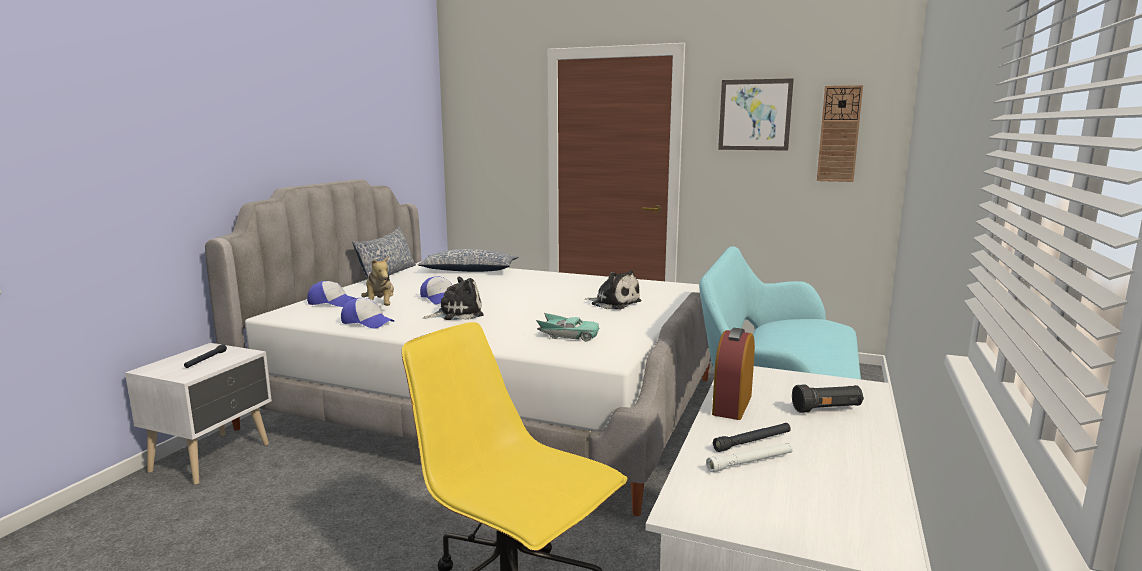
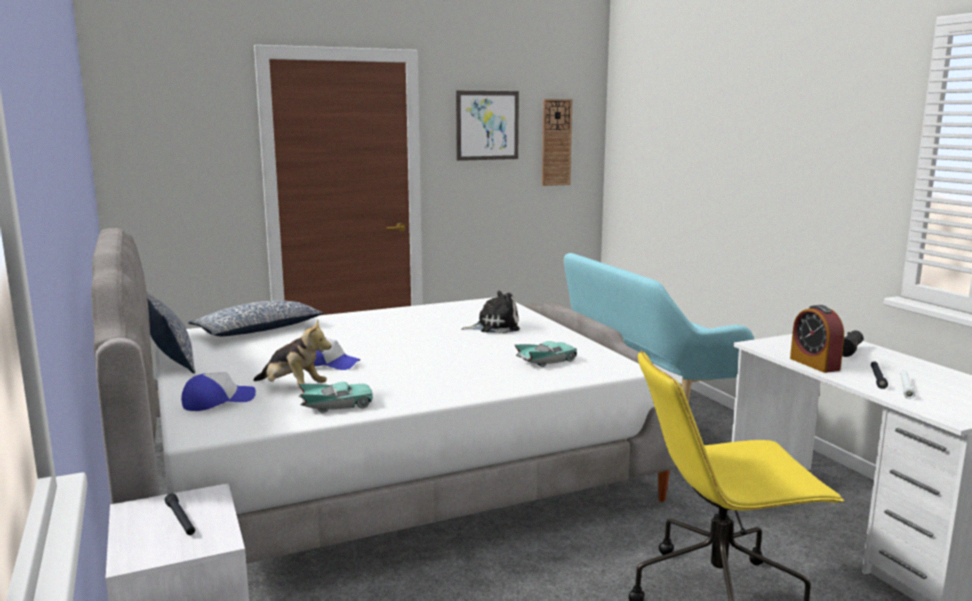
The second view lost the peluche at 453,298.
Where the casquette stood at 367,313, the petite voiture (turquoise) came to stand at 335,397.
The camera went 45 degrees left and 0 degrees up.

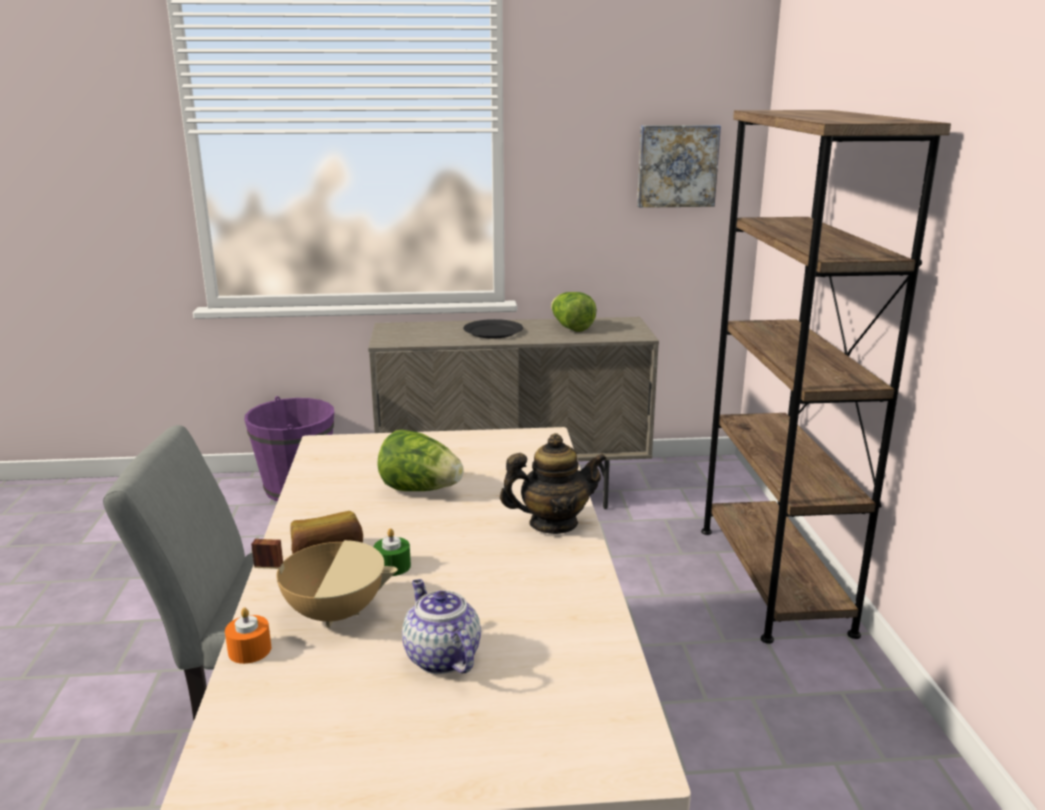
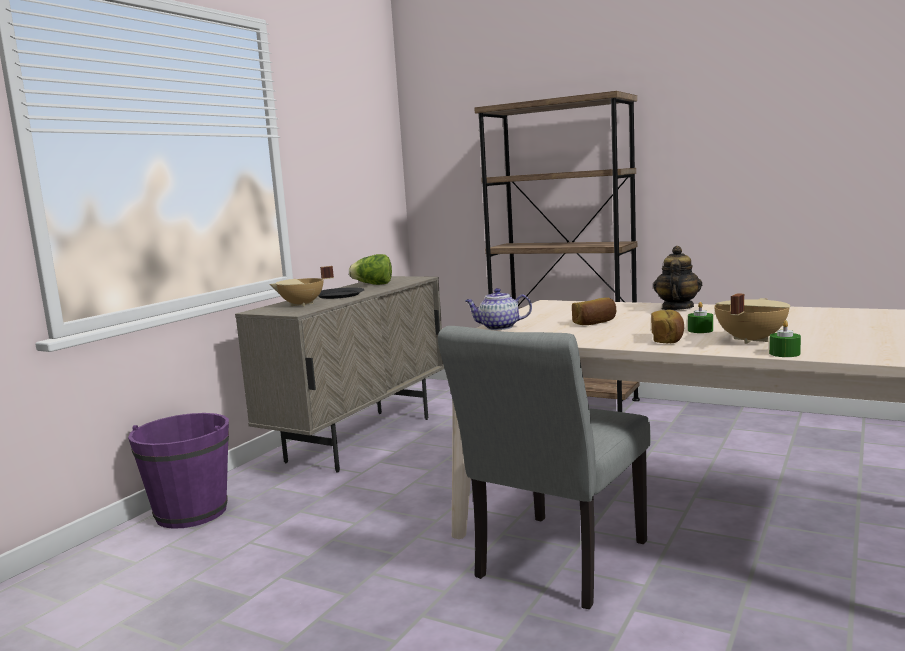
The second view lost the tableau at 679,166.
Where the laitue stood at 420,460, the pain came to stand at 594,311.
The théière ended up elsewhere, having gone from 441,626 to 498,309.
What was the bougie (orange) at 248,636 turned into the bougie (vert) at 785,338.
The second view gained the marmite (beige) at 301,286.
The camera went 55 degrees left and 10 degrees down.

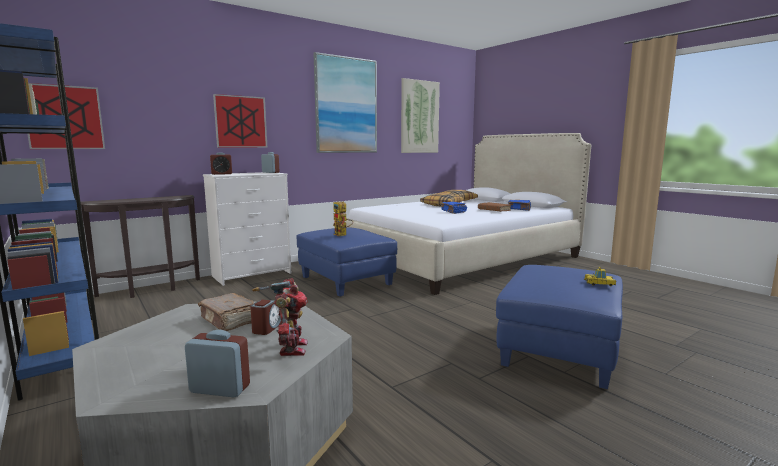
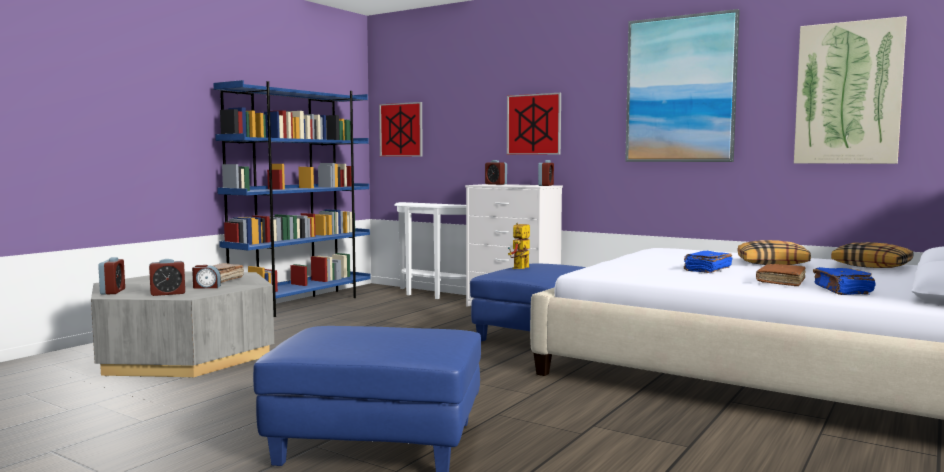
What was the table console (marron) at 140,246 turned into the table console (blanc) at 430,250.
The second view lost the petite voiture at 600,276.
Where the robot jouet stood at 280,317, the réveil came to stand at 167,277.
The camera went 70 degrees right and 5 degrees down.

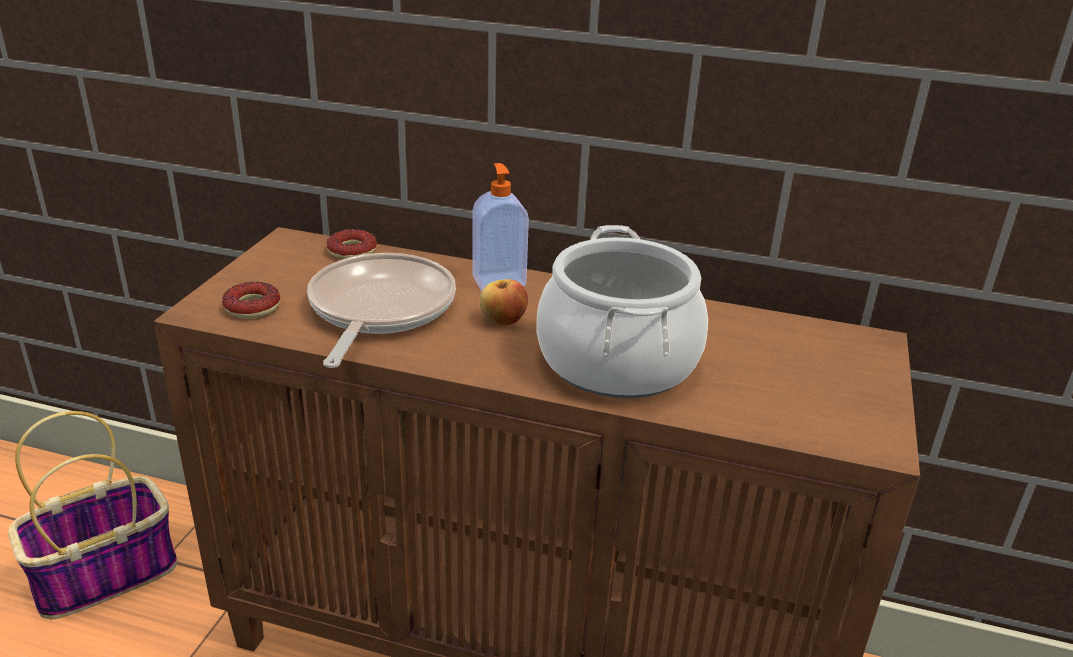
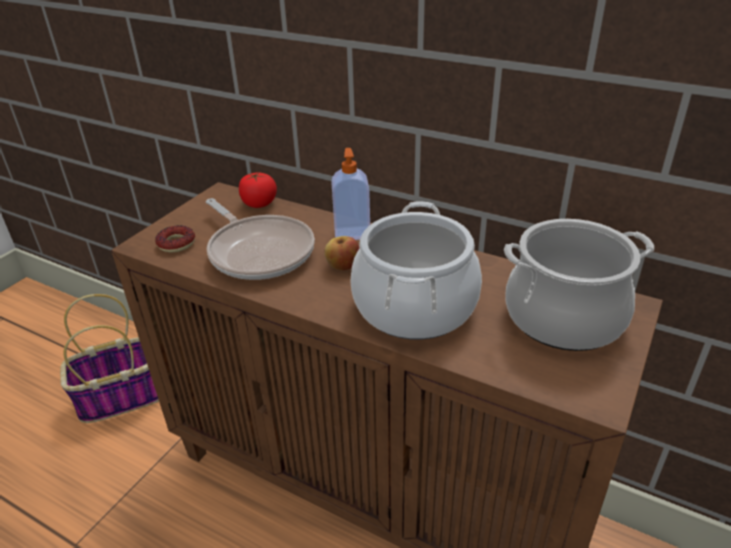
Where the beignet stood at 352,244, the tomate came to stand at 258,190.
The poêle at 381,310 ended up facing another way, 120 degrees clockwise from before.
The second view gained the marmite at 579,285.
The camera went 15 degrees right and 5 degrees up.

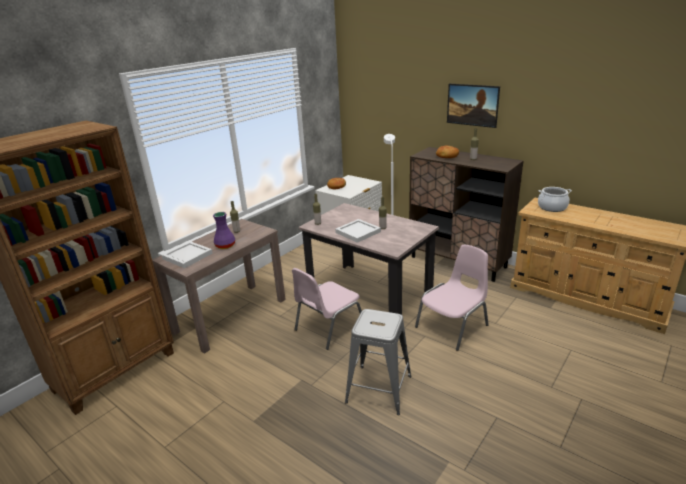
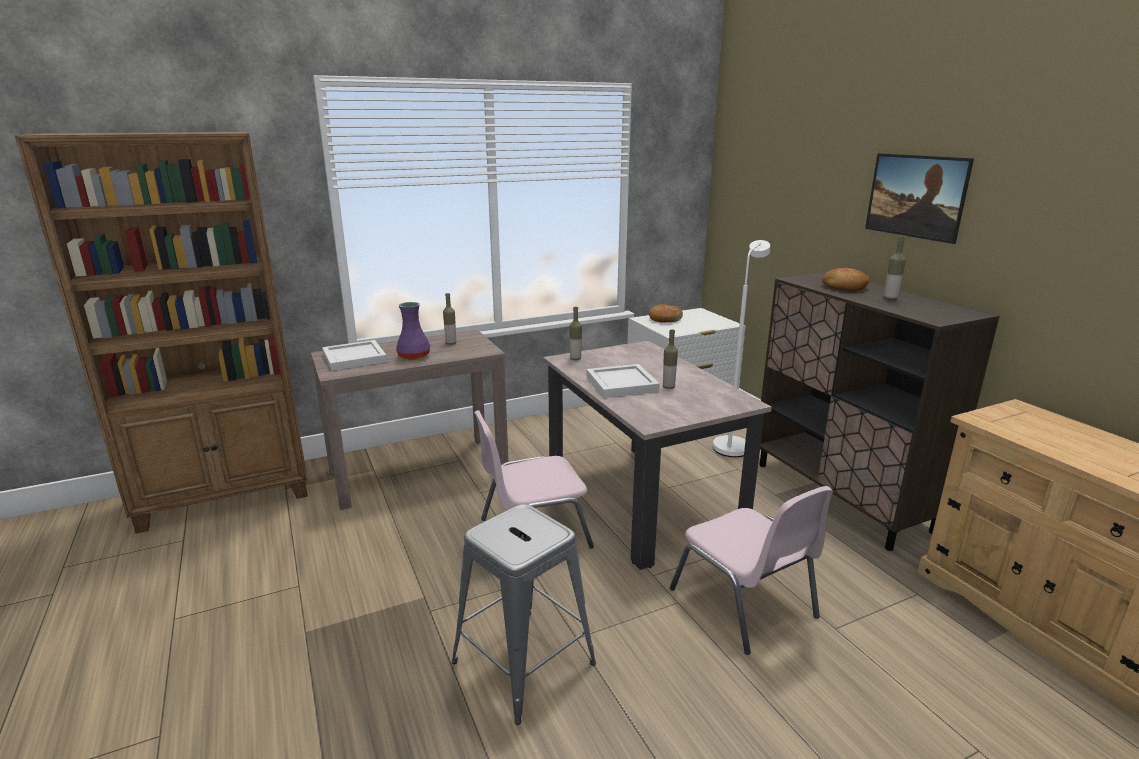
The second view lost the marmite at 555,199.
The chaise (rose) at 452,298 ended up facing another way, 75 degrees clockwise from before.
The camera went 25 degrees right and 5 degrees down.

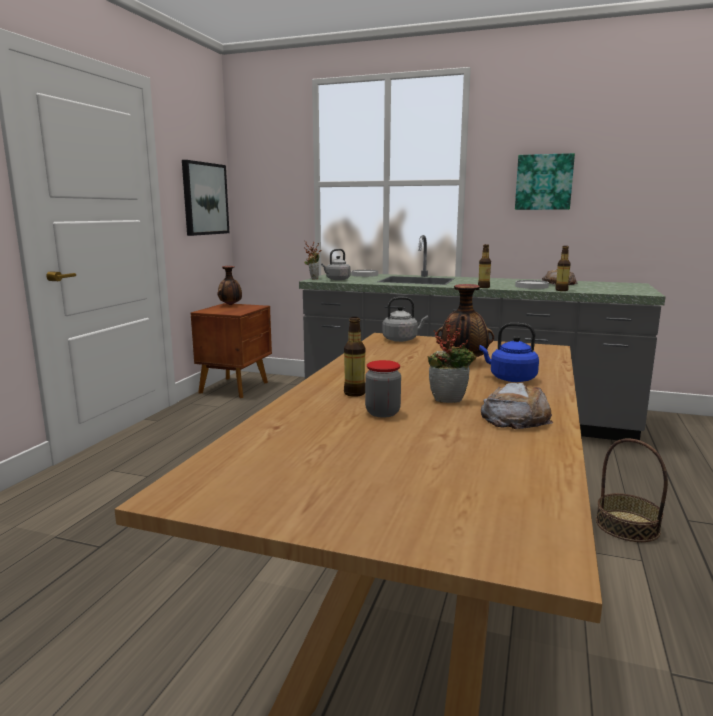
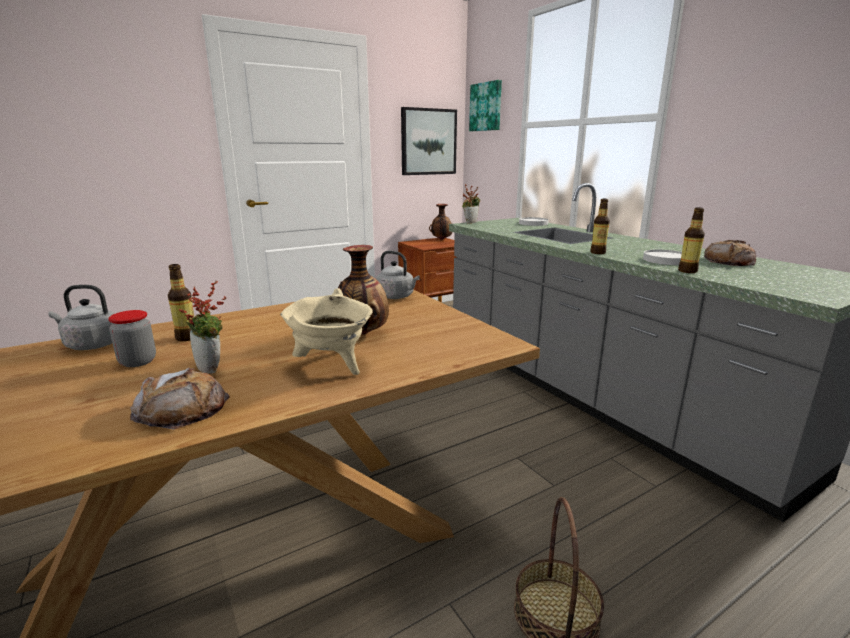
The tableau ended up elsewhere, having gone from 545,181 to 485,105.
The bouilloire (gris) ended up elsewhere, having gone from 336,264 to 81,317.
Where the bouilloire (bleu) stood at 509,352, the marmite (beige) came to stand at 326,331.
The camera went 40 degrees right and 5 degrees up.

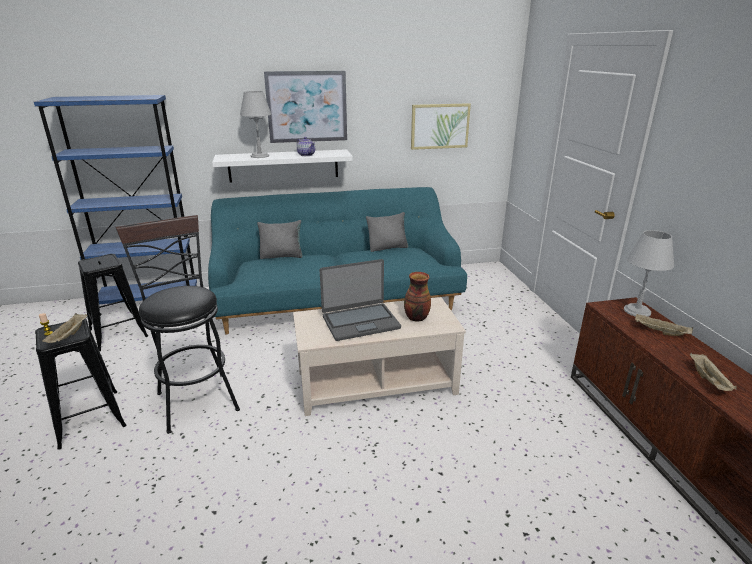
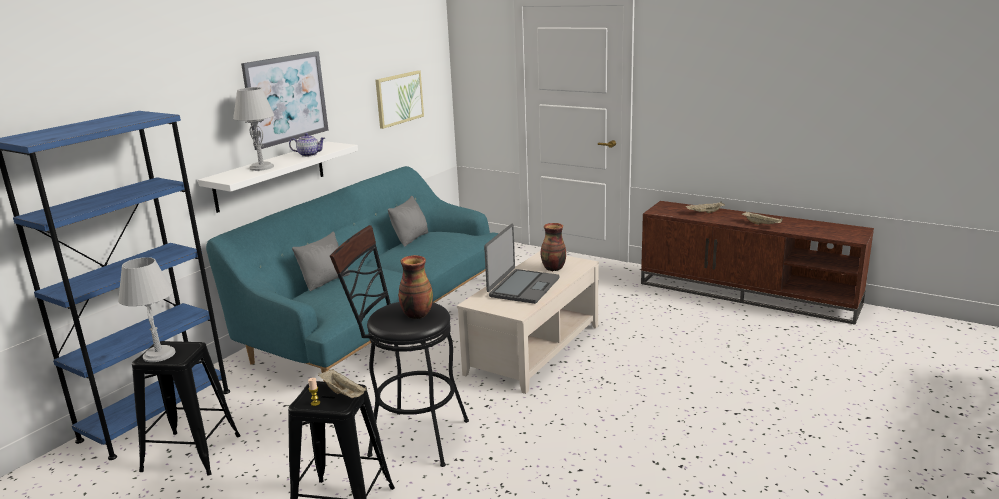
The lampe de table (gris) ended up elsewhere, having gone from 649,273 to 146,309.
The second view gained the vase at 416,287.
The camera went 45 degrees left and 5 degrees down.

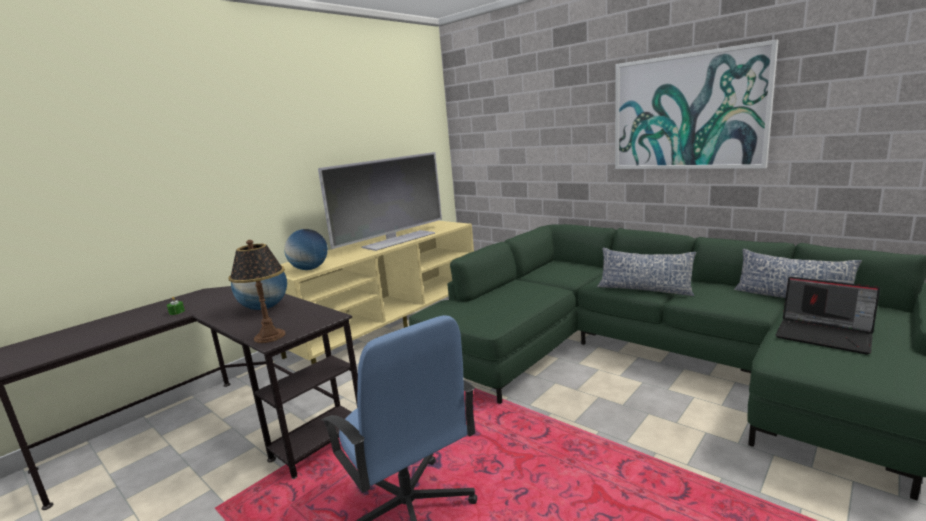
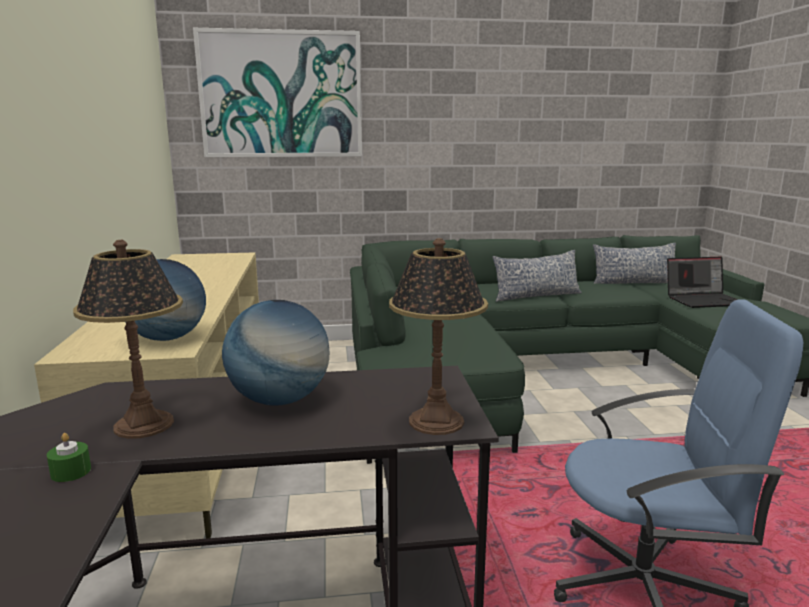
The tableau ended up elsewhere, having gone from 696,104 to 277,92.
The second view lost the téléviseur at 380,201.
The second view gained the lampe de table at 128,339.
The camera went 50 degrees left and 0 degrees up.

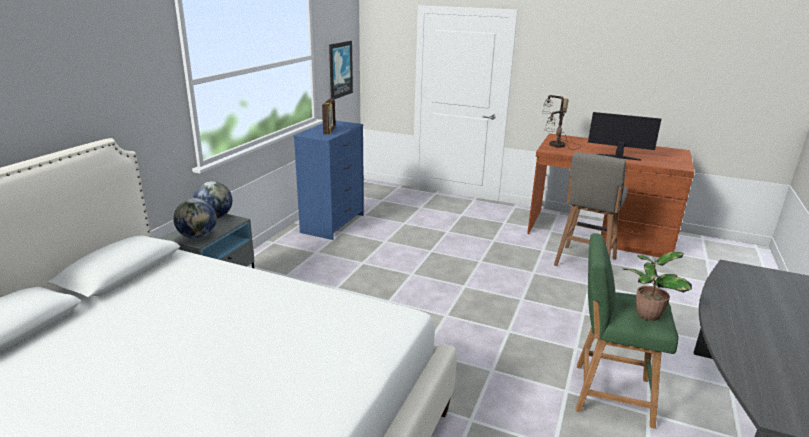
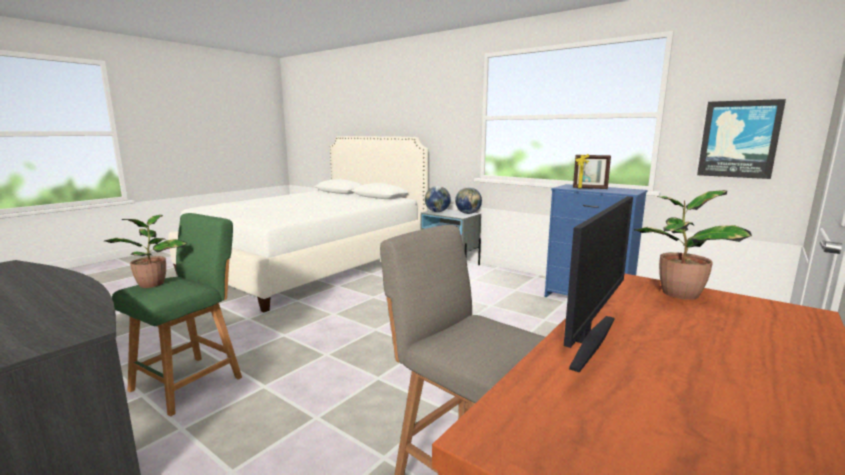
Where the lampe de table stood at 562,122, the plante en pot came to stand at 693,245.
The camera went 105 degrees right and 10 degrees down.

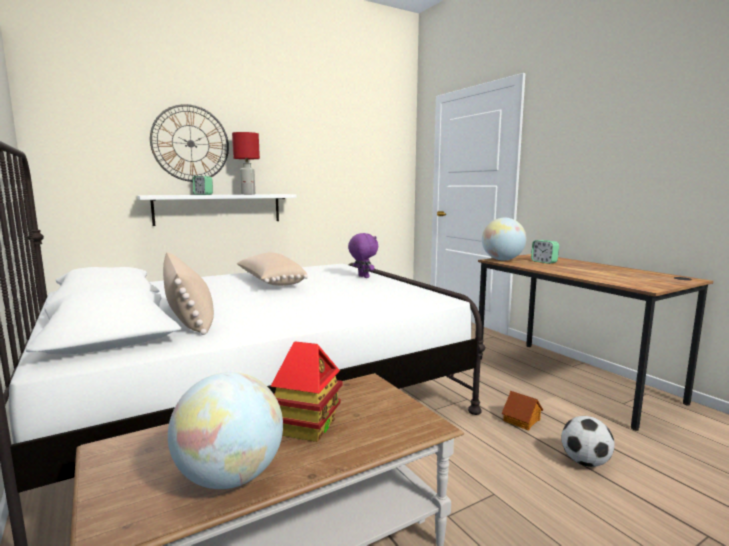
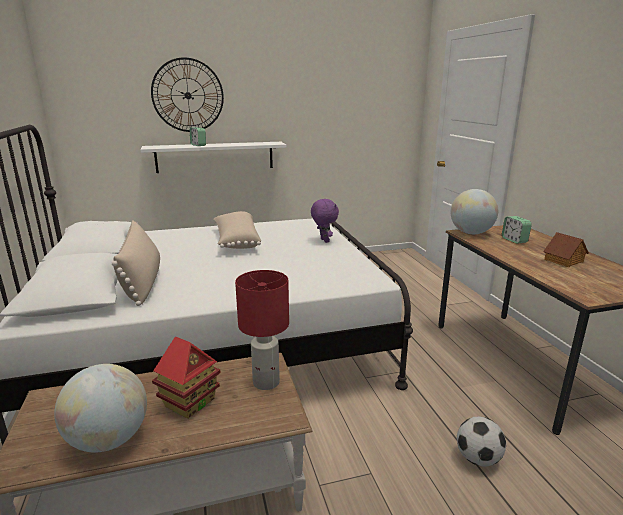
The lampe de table (rouge) ended up elsewhere, having gone from 246,163 to 262,330.
The maison miniature ended up elsewhere, having gone from 522,410 to 566,249.
The camera went 15 degrees right and 10 degrees up.

